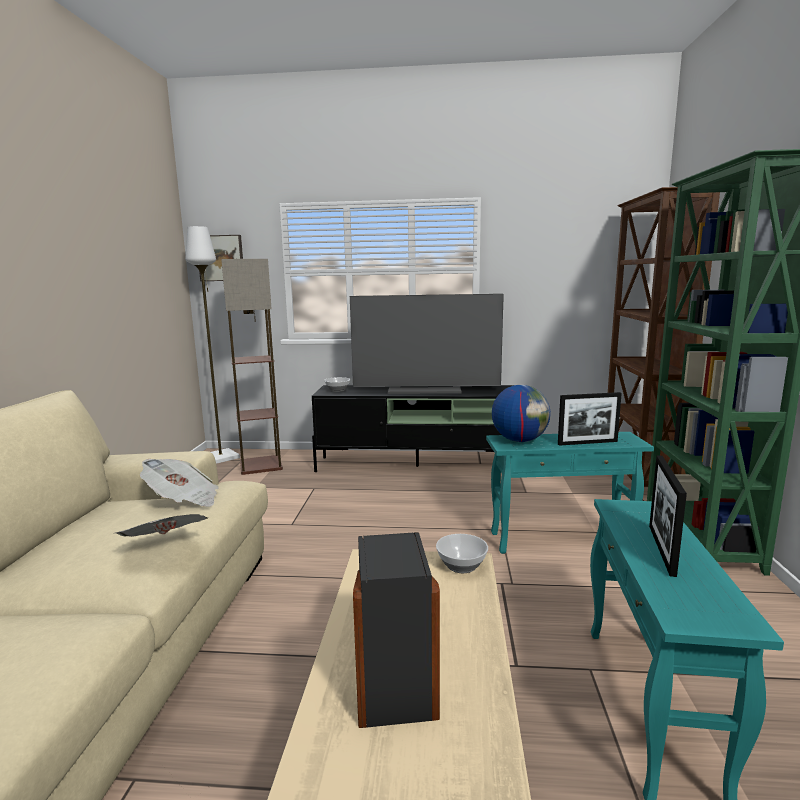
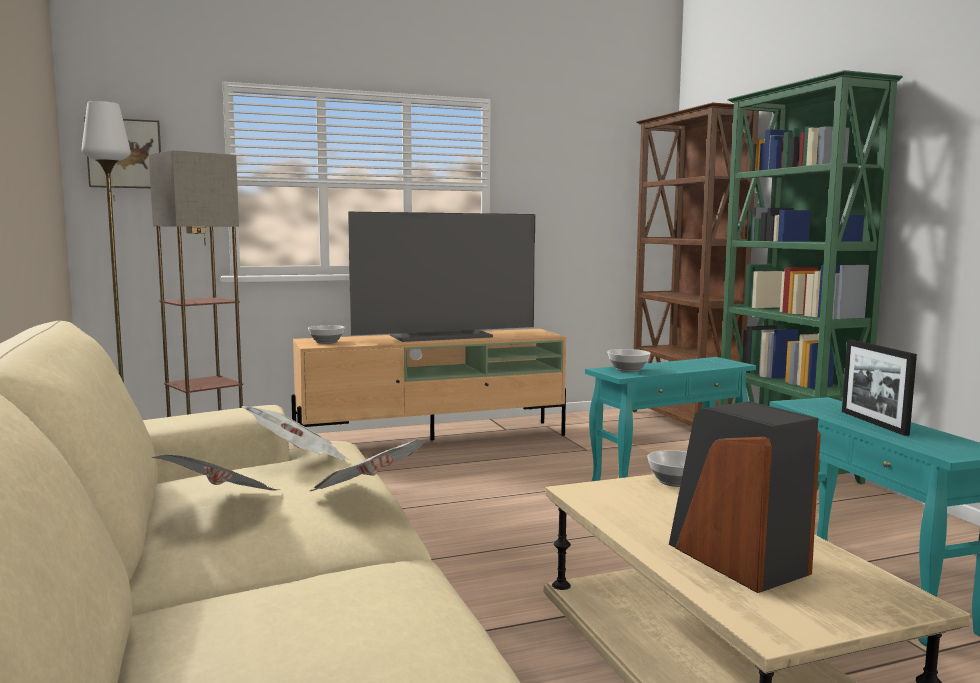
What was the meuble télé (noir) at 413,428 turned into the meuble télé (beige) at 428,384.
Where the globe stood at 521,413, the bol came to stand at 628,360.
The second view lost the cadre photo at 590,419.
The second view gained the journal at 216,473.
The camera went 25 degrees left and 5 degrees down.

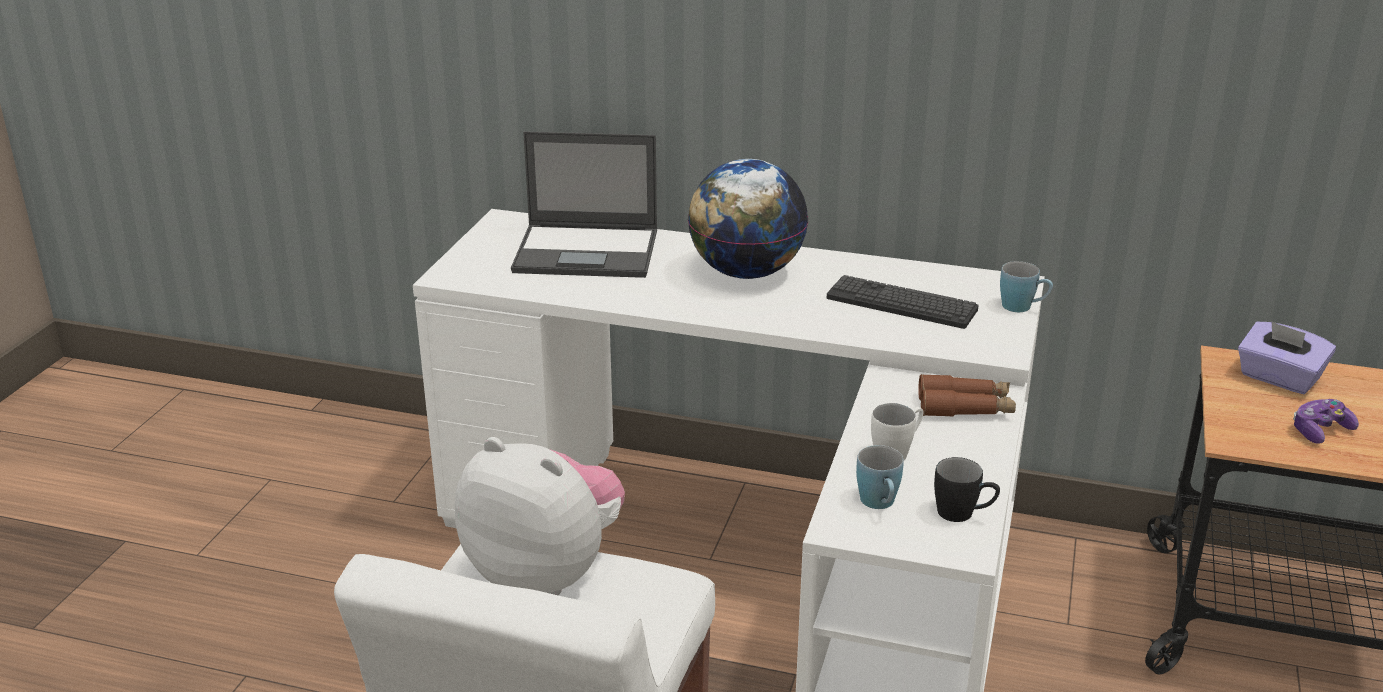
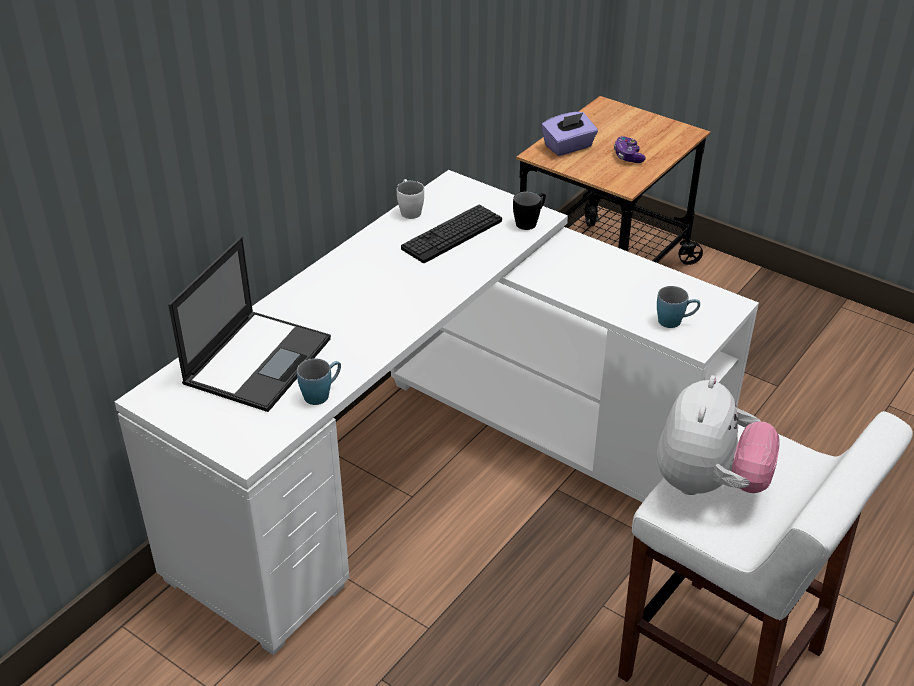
The second view lost the globe at 748,219.
The mug (bleu) ended up elsewhere, having gone from 1026,286 to 319,381.
The second view lost the jumelles (marron) at 967,395.
The mug (blanc) ended up elsewhere, having gone from 897,431 to 410,199.
The peluche at 540,516 ended up facing another way, 150 degrees clockwise from before.
The mug (noir) ended up elsewhere, having gone from 967,489 to 529,210.
The camera went 70 degrees left and 10 degrees up.

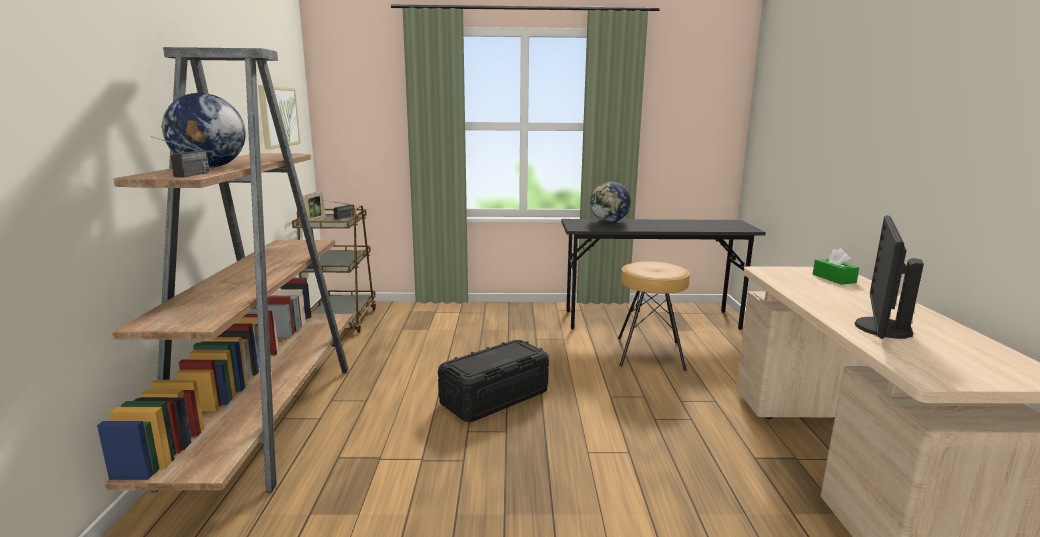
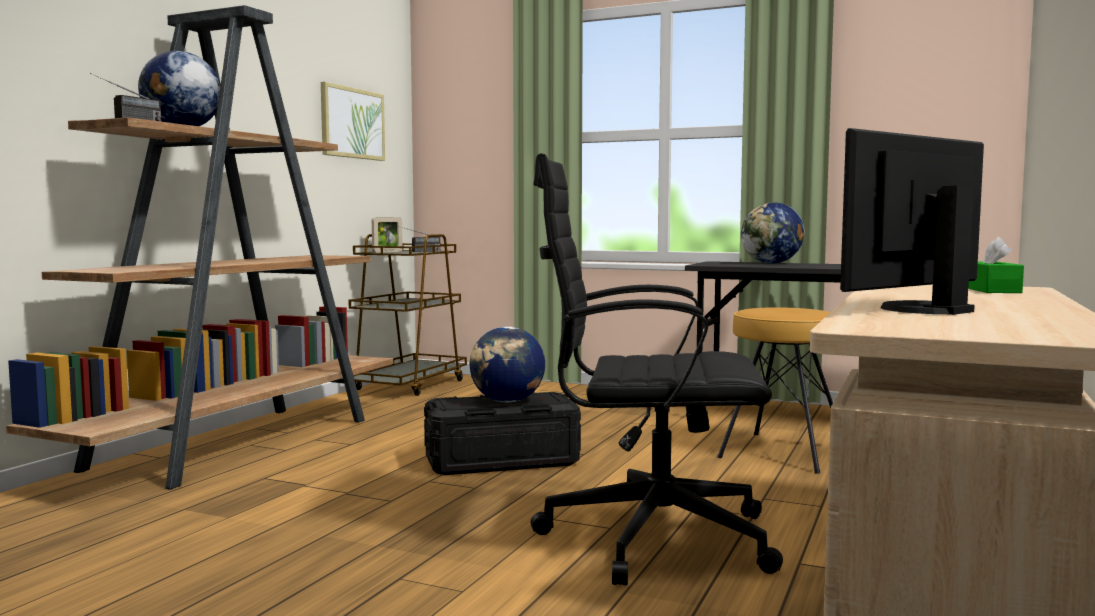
The second view gained the chaise de bureau (noir) at 657,369.
The second view gained the globe at 507,365.
The camera went 25 degrees right and 10 degrees down.

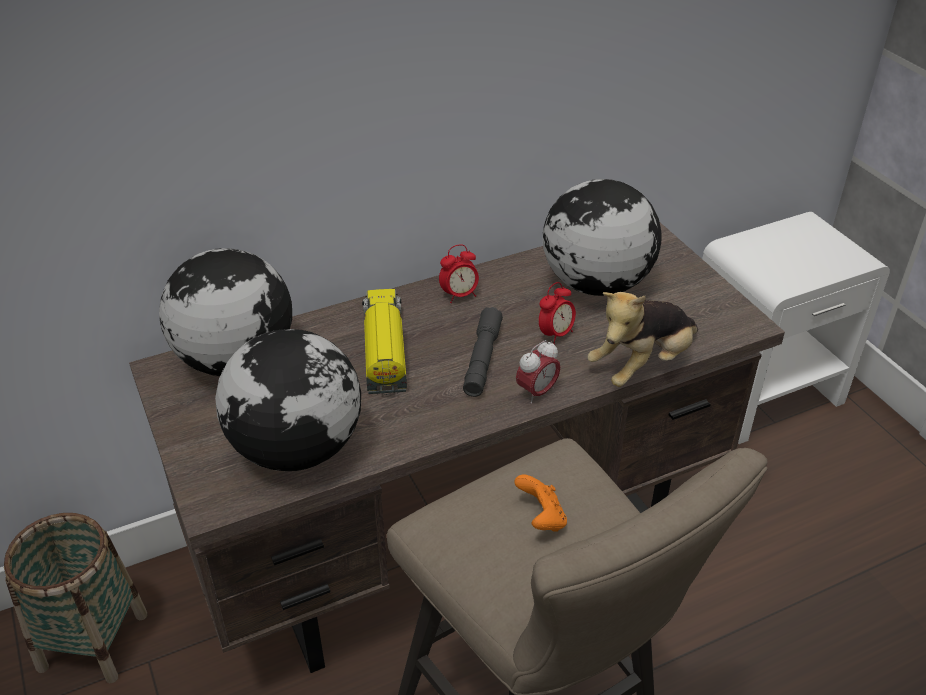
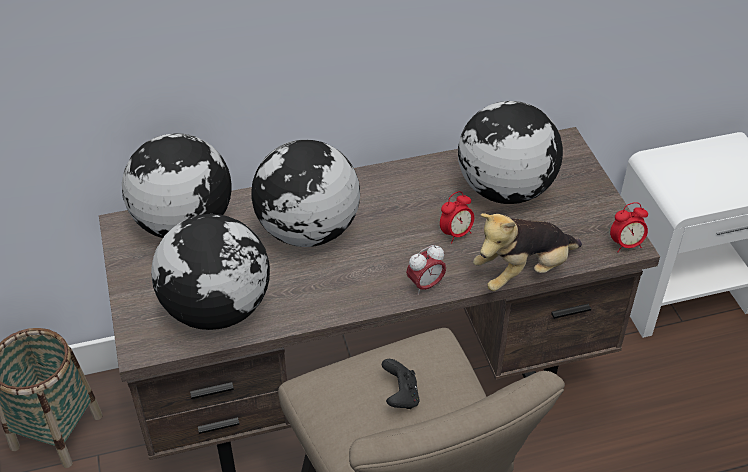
The réveil ended up elsewhere, having gone from 459,273 to 629,227.
Where the camion jouet stood at 384,342, the globe came to stand at 305,193.
The second view lost the lampe de poche (gris) at 483,352.
What was the manette (orange) at 540,503 turned into the manette (noir) at 401,384.
The camera went 10 degrees right and 5 degrees up.

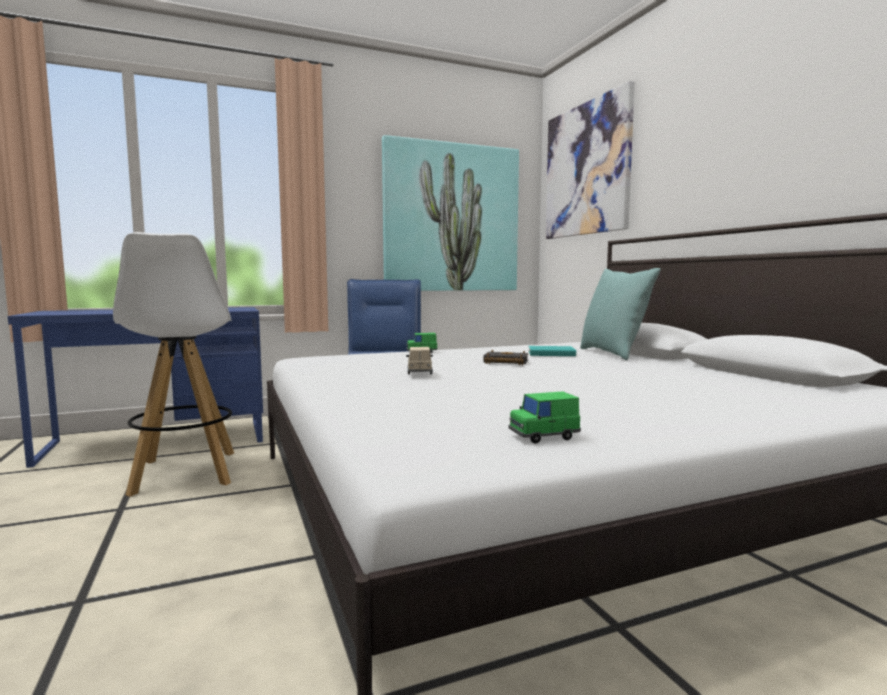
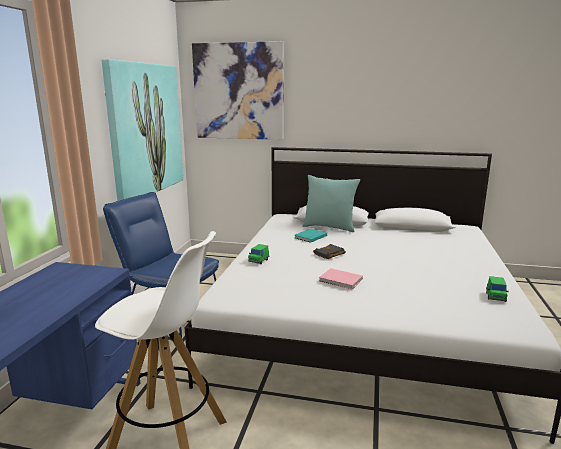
Where the petite voiture (beige) stood at 419,361, the livre (rose) came to stand at 341,278.
The camera went 55 degrees left and 10 degrees up.

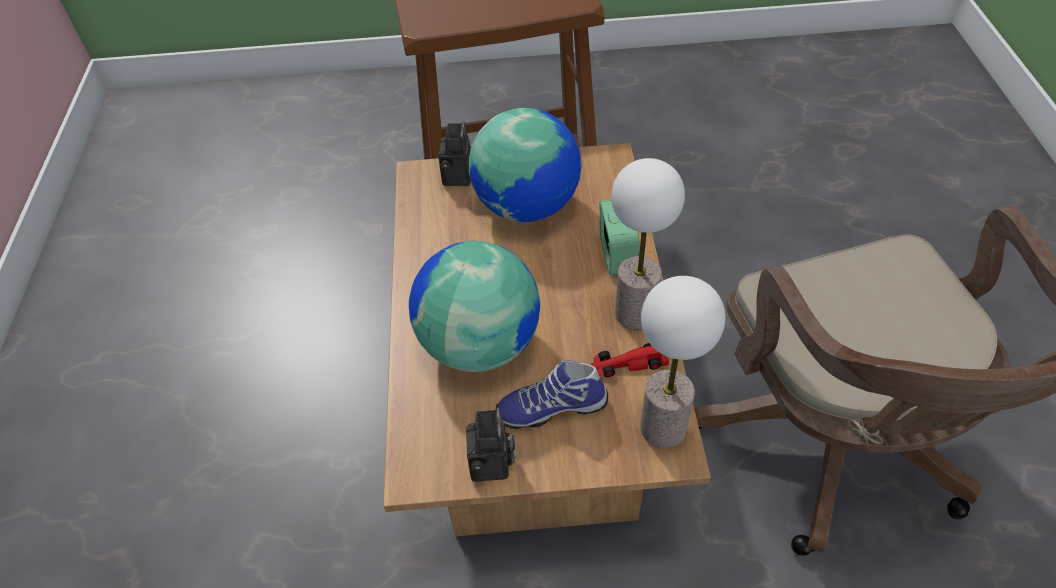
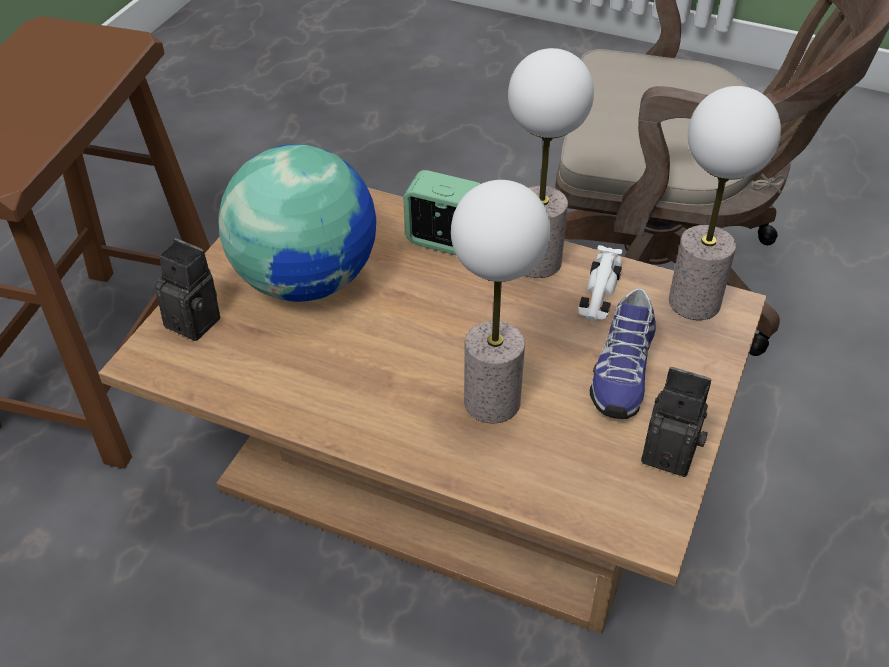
Where the globe stood at 474,306, the lampe de table came to stand at 501,301.
What was the petite voiture (rouge) at 630,360 turned into the petite voiture (blanc) at 600,283.
The camera went 65 degrees left and 5 degrees down.

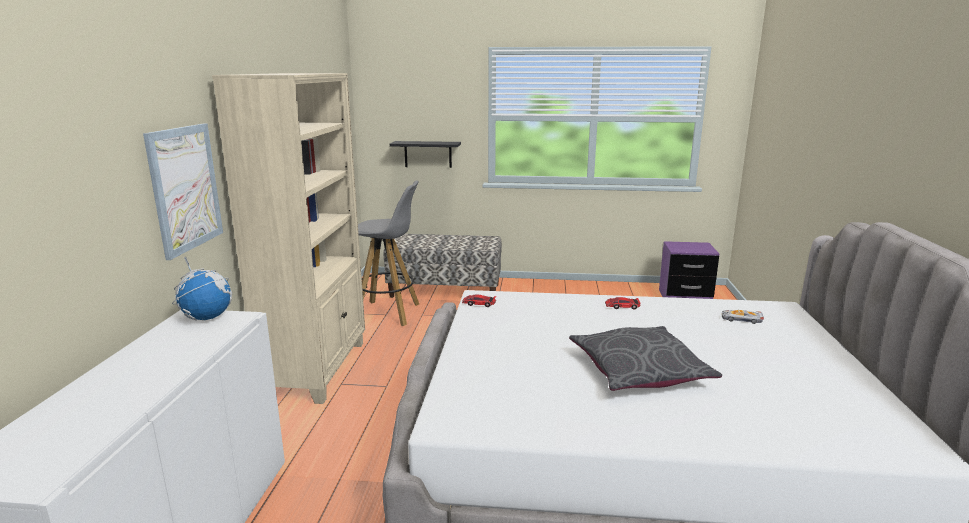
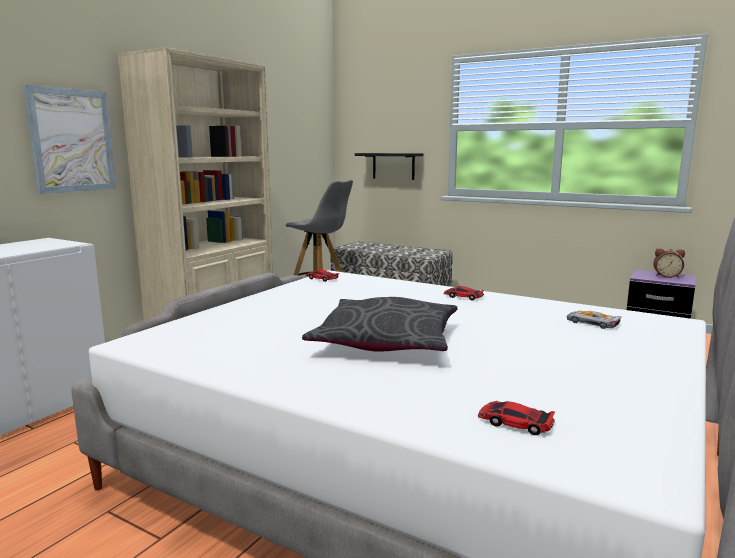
The second view lost the globe at 202,289.
The second view gained the réveil at 669,263.
The second view gained the petite voiture at 516,418.
The camera went 25 degrees right and 5 degrees down.

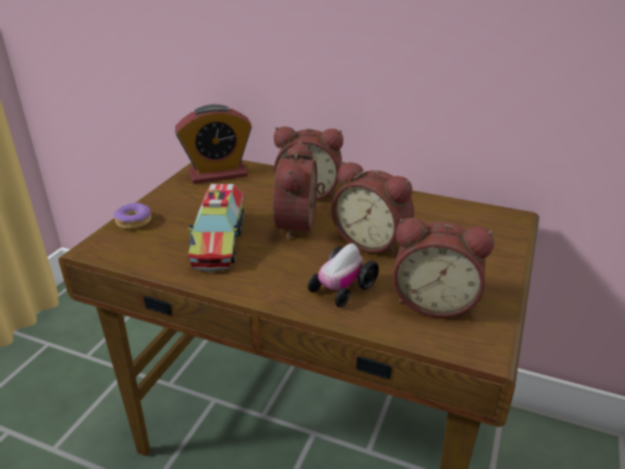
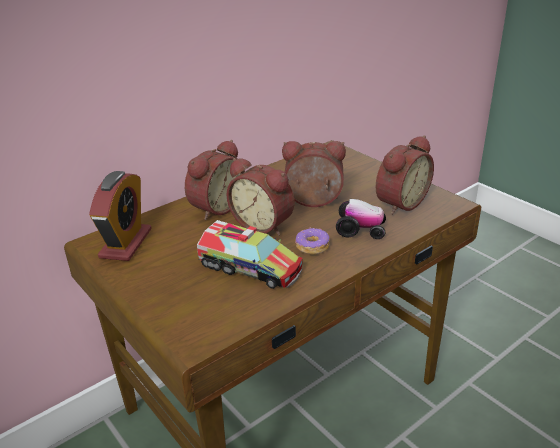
The réveil at 372,208 ended up facing another way, 150 degrees counterclockwise from before.
The beignet ended up elsewhere, having gone from 133,216 to 312,241.
The petite voiture at 343,275 ended up facing another way, 60 degrees counterclockwise from before.
The camera went 60 degrees left and 0 degrees up.

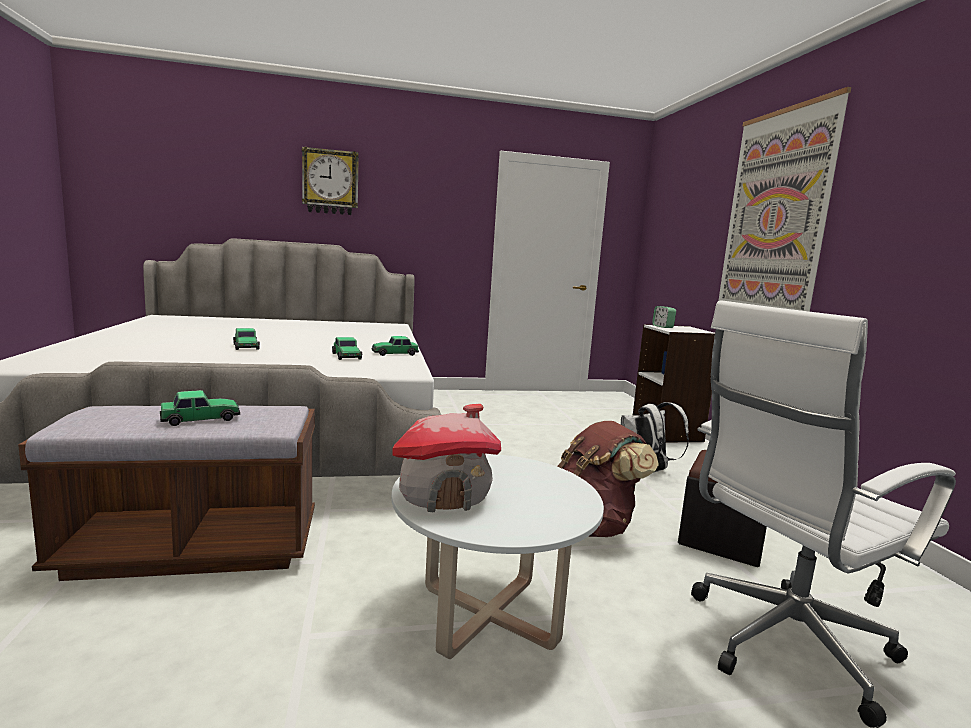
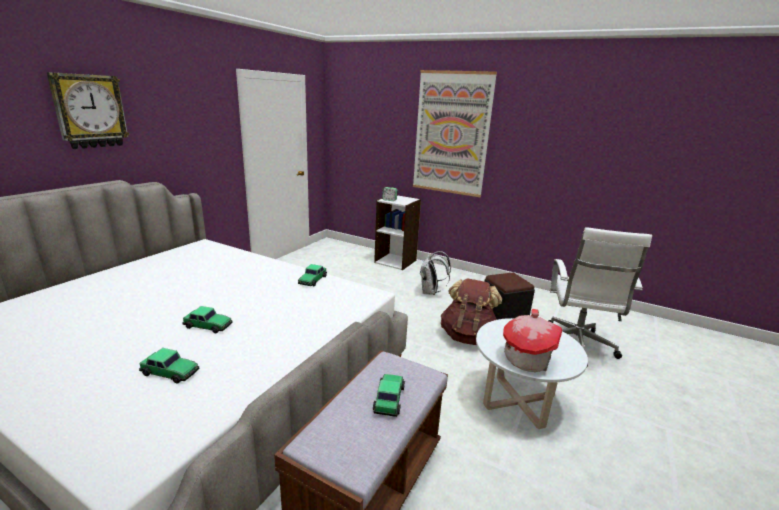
The petite voiture ended up elsewhere, having gone from 347,348 to 169,366.
The camera went 50 degrees left and 10 degrees up.

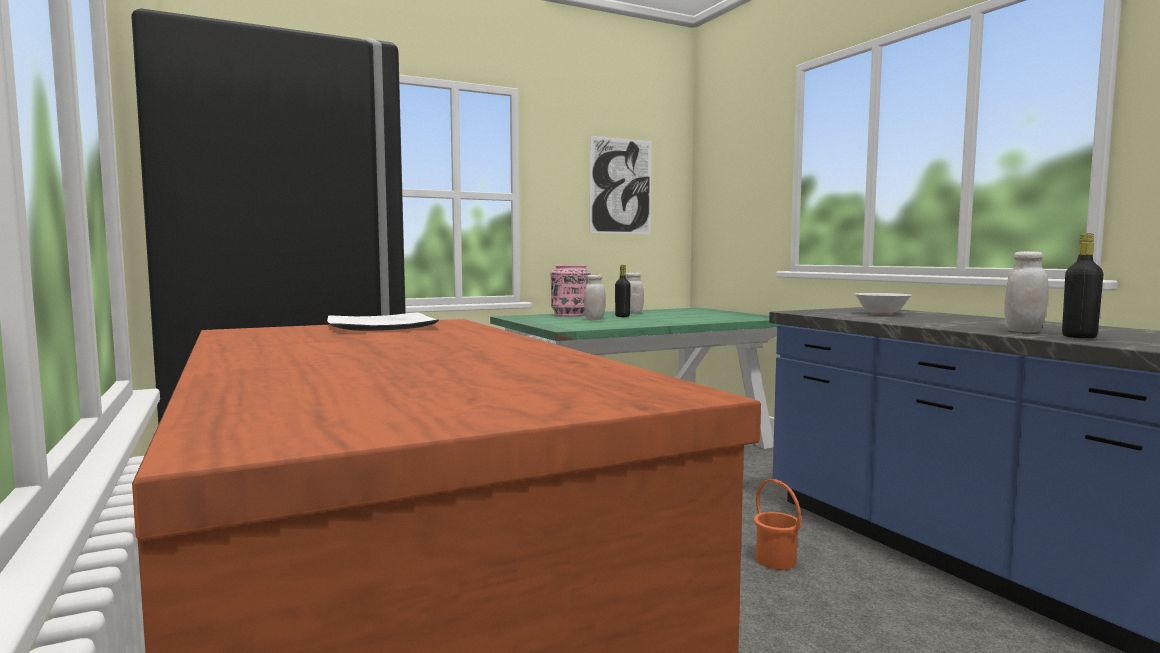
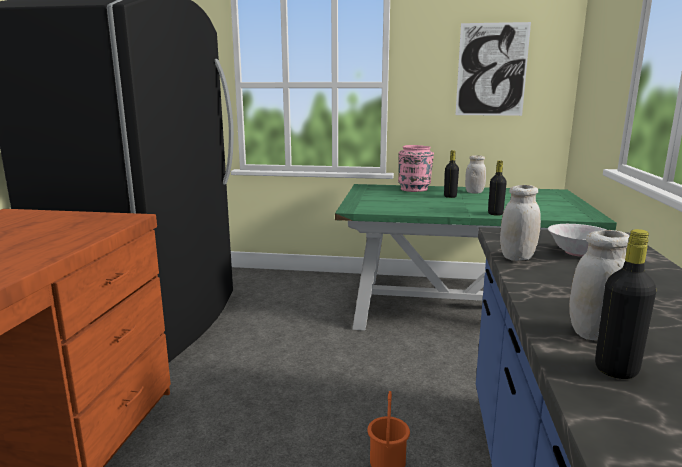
The bocal (blanc) ended up elsewhere, having gone from 595,297 to 520,223.
The second view lost the assiette at 383,321.
The second view gained the bouteille (noir) at 497,188.
The camera went 35 degrees right and 10 degrees up.

